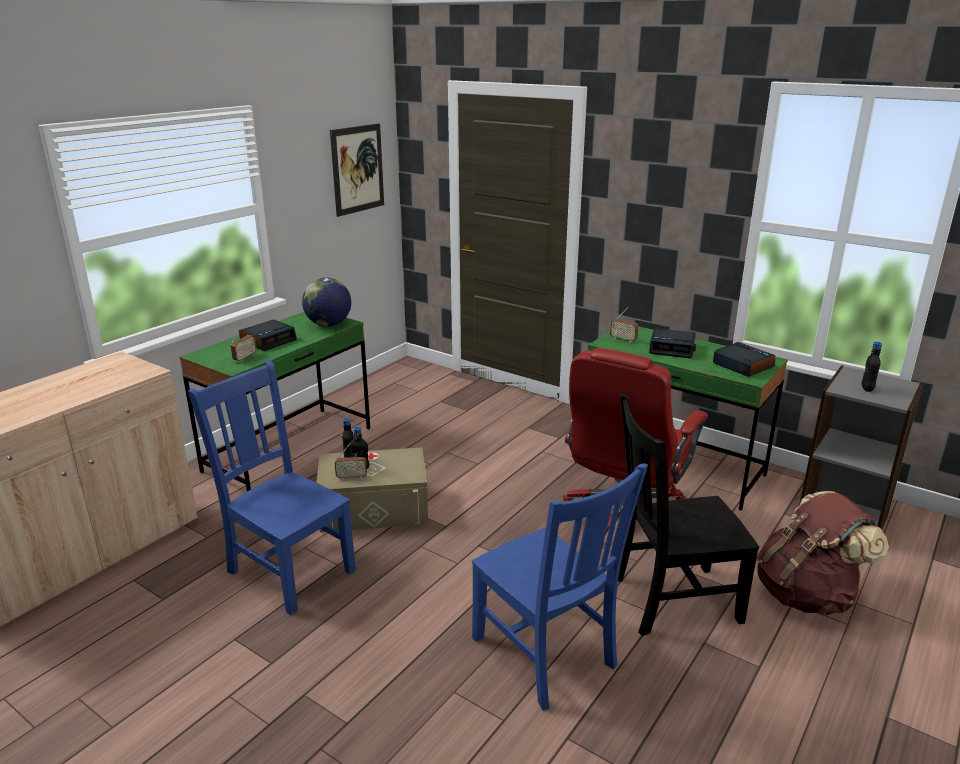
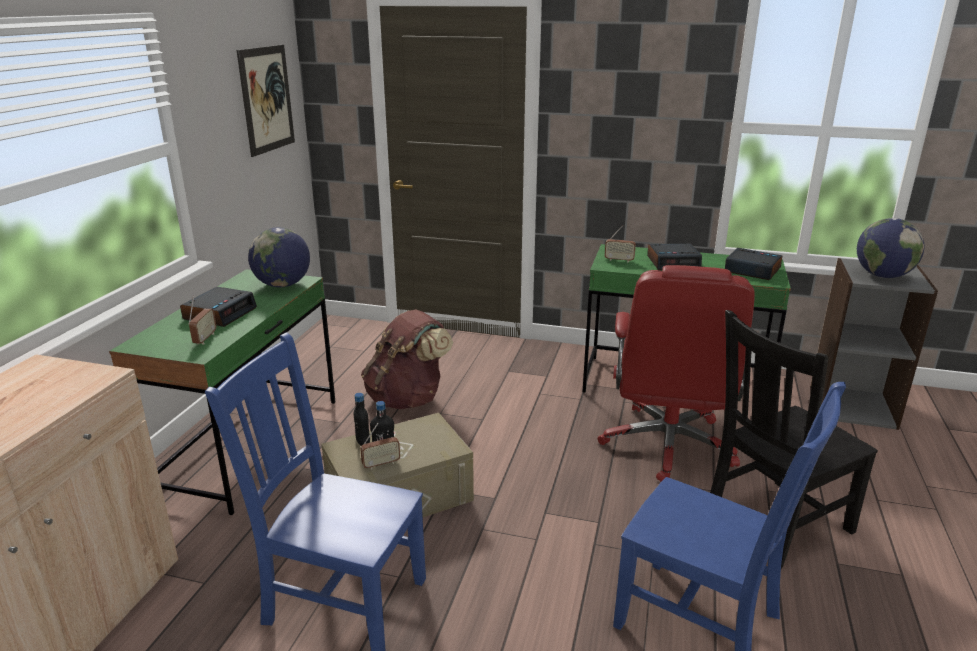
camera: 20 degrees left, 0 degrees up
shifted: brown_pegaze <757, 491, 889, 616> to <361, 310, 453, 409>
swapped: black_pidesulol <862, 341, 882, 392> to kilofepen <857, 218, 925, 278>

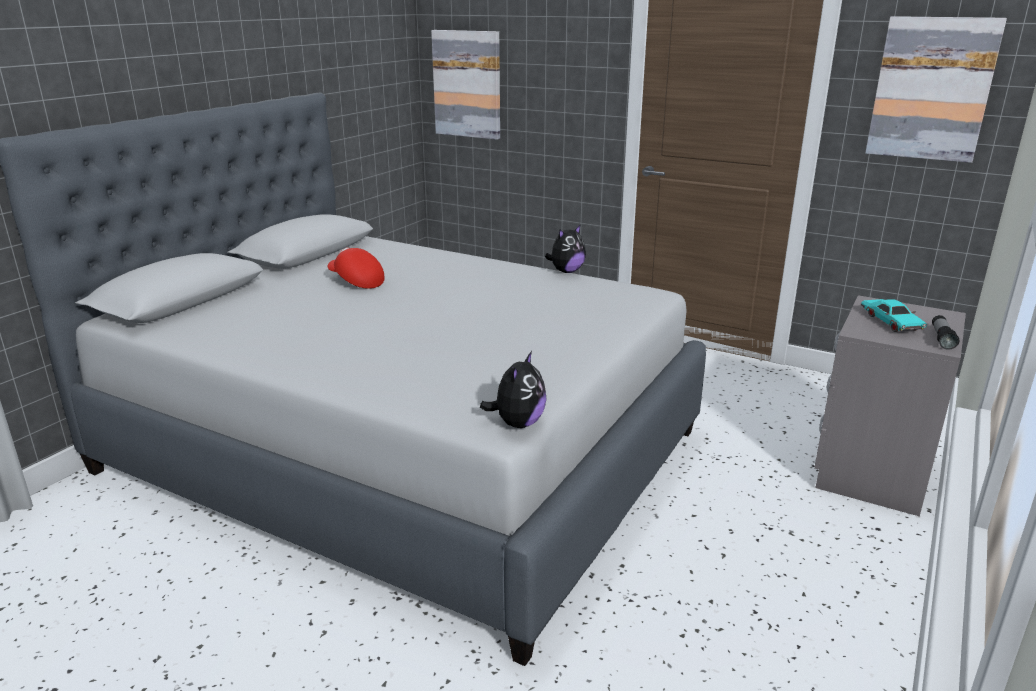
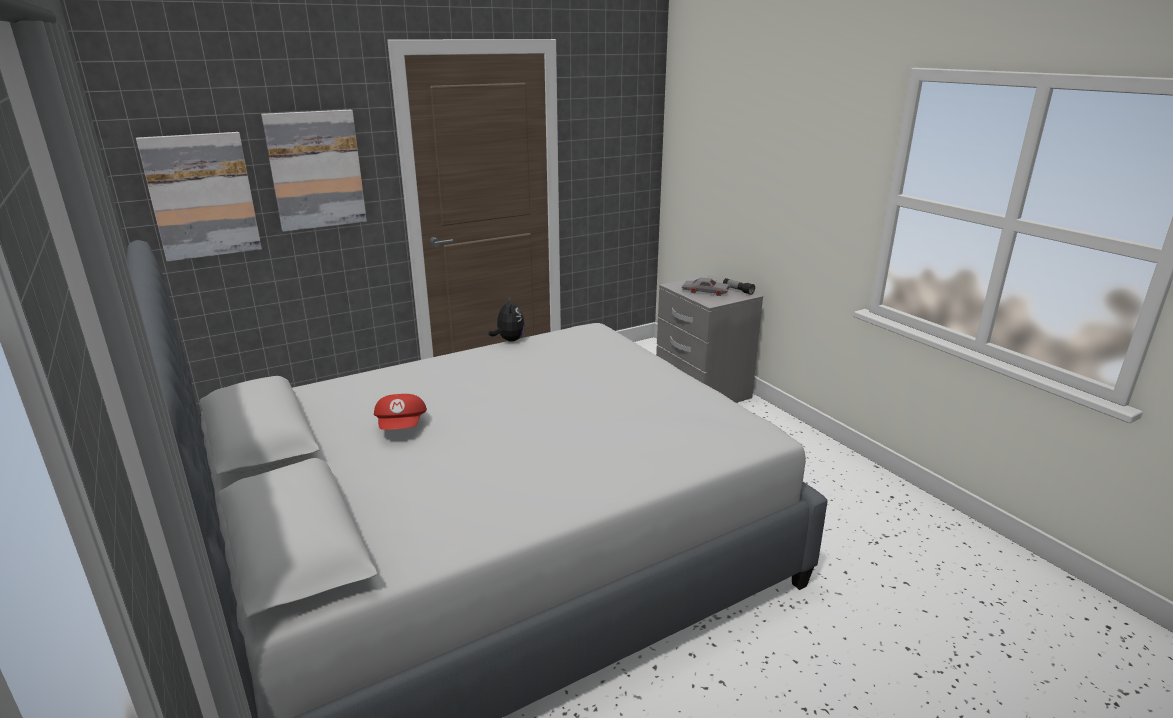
camera: 60 degrees left, 0 degrees up
gone: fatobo <480, 351, 547, 428>
shifted: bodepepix <865, 16, 1007, 163> to <261, 110, 367, 232>
repainted: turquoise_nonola <861, 299, 927, 332> to grey_nonola <682, 278, 730, 296>
rotated: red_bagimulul <328, 248, 385, 289> = <374, 394, 427, 430> 75 degrees counterclockwise

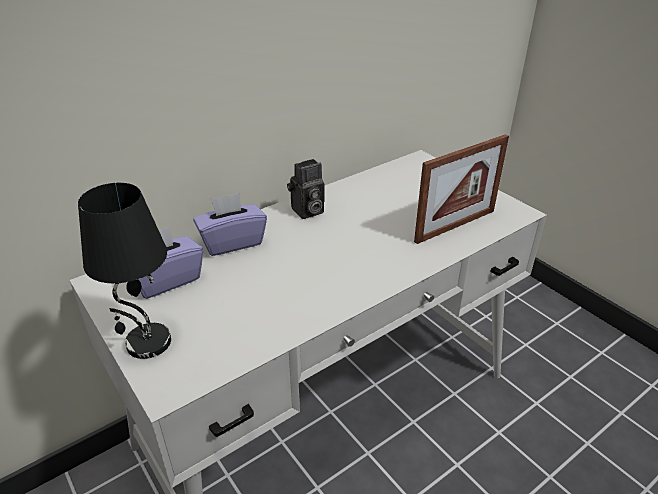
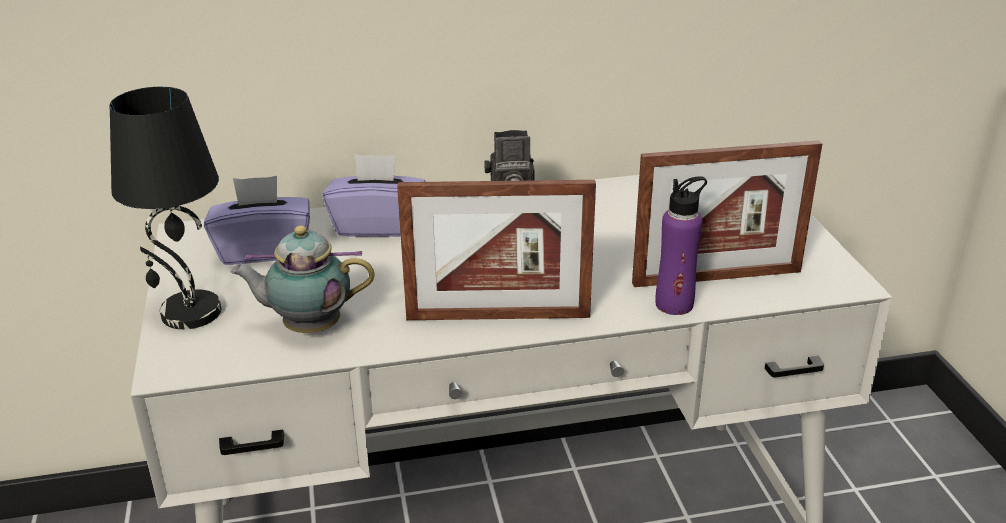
camera: 25 degrees right, 5 degrees down
new: purple_pidesulol <656, 176, 707, 315>; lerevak <397, 180, 596, 320>; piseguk <231, 225, 375, 333>

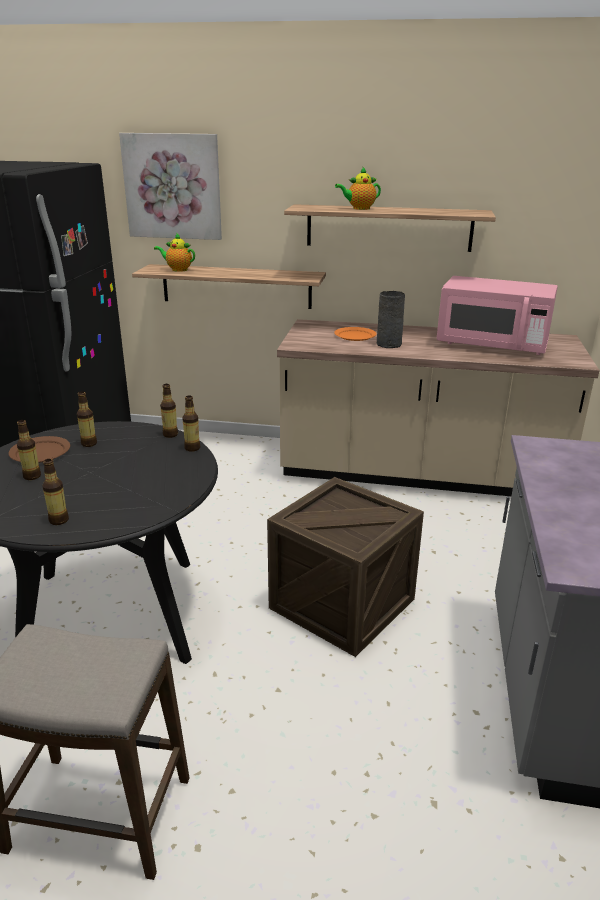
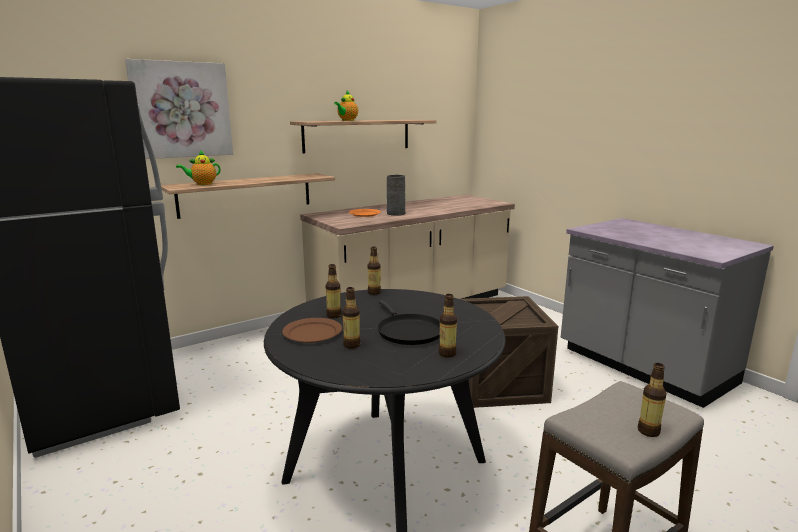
camera: 45 degrees left, 10 degrees down
gone: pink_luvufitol <437, 276, 558, 355>
new: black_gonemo <378, 300, 440, 345>
shifted: pidesulol <182, 395, 200, 452> to <638, 363, 667, 437>

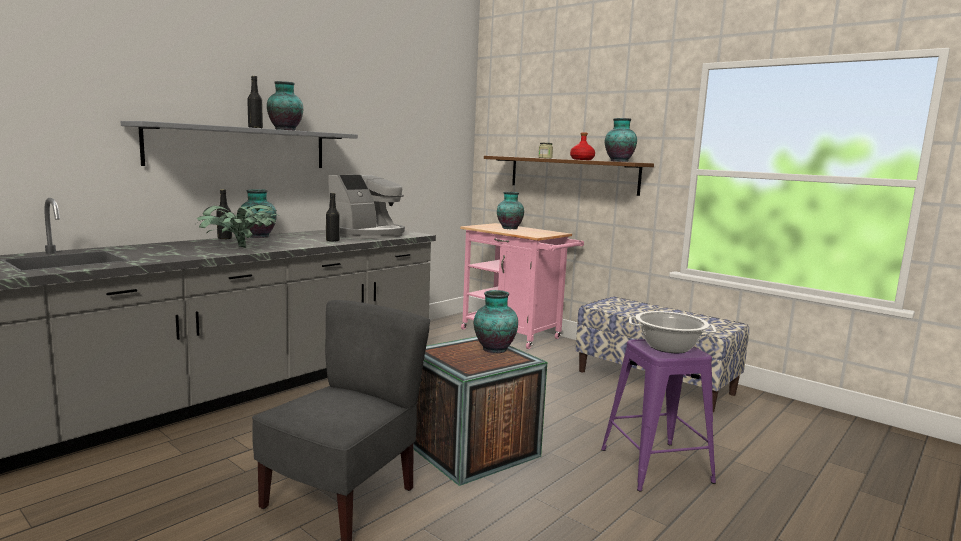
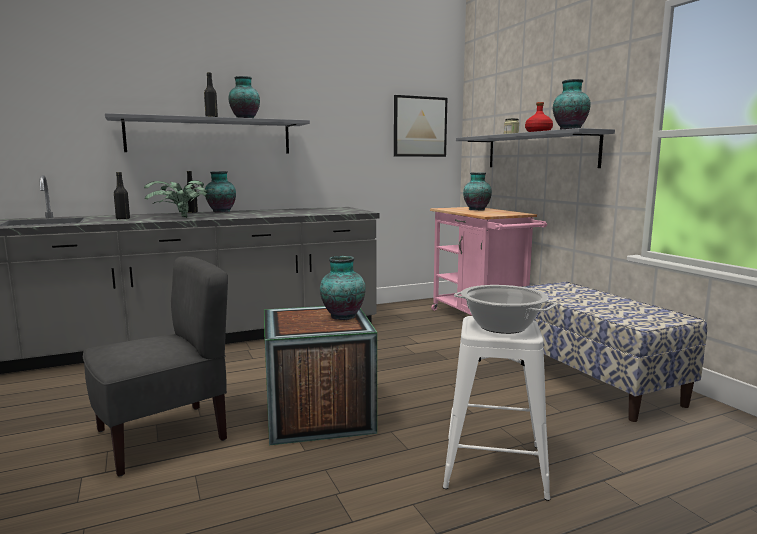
camera: 25 degrees right, 0 degrees up
gone: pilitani <328, 175, 405, 239>
new: bodepepix <394, 95, 447, 157>
shifted: black_pidesulol <326, 193, 340, 241> to <114, 172, 130, 219>
repainted: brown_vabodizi <484, 156, 654, 196> to grey_vabodizi <456, 128, 615, 168>; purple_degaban <601, 339, 716, 491> to white_degaban <443, 316, 550, 501>

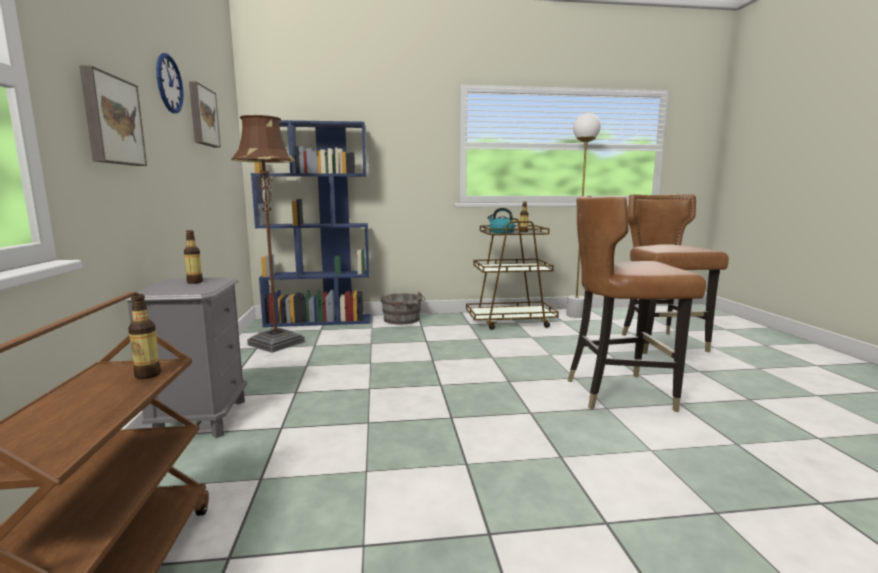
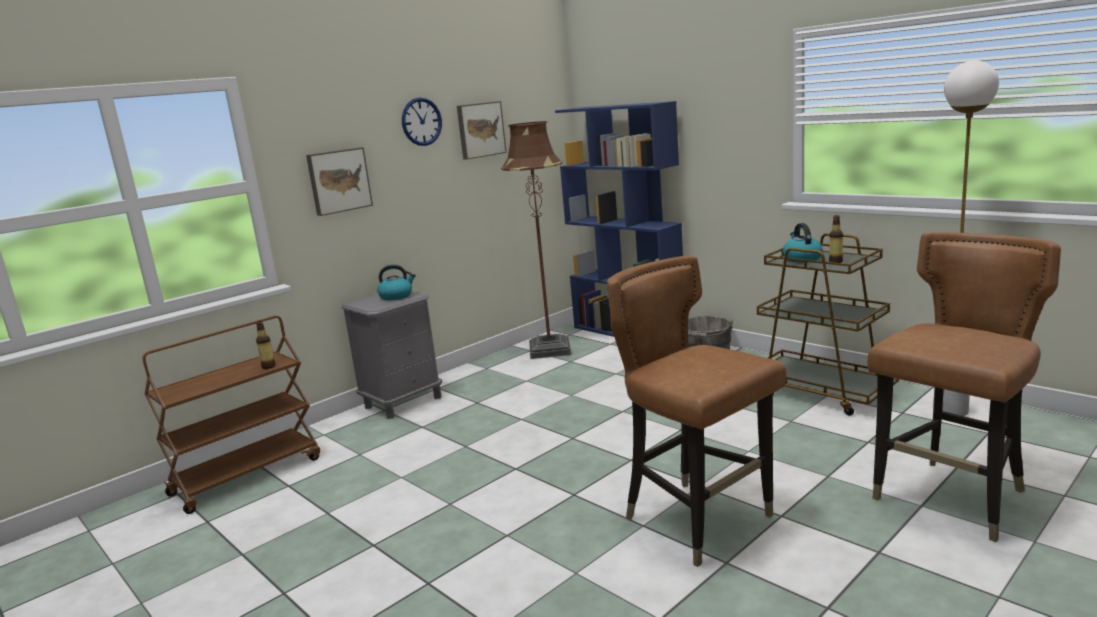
camera: 55 degrees right, 5 degrees up
swapped: pidesulol <184, 230, 203, 284> to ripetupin <377, 264, 416, 300>

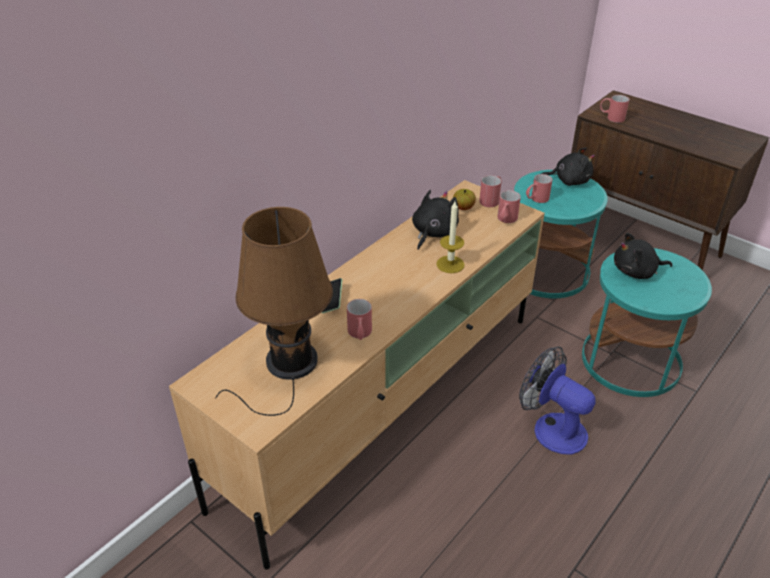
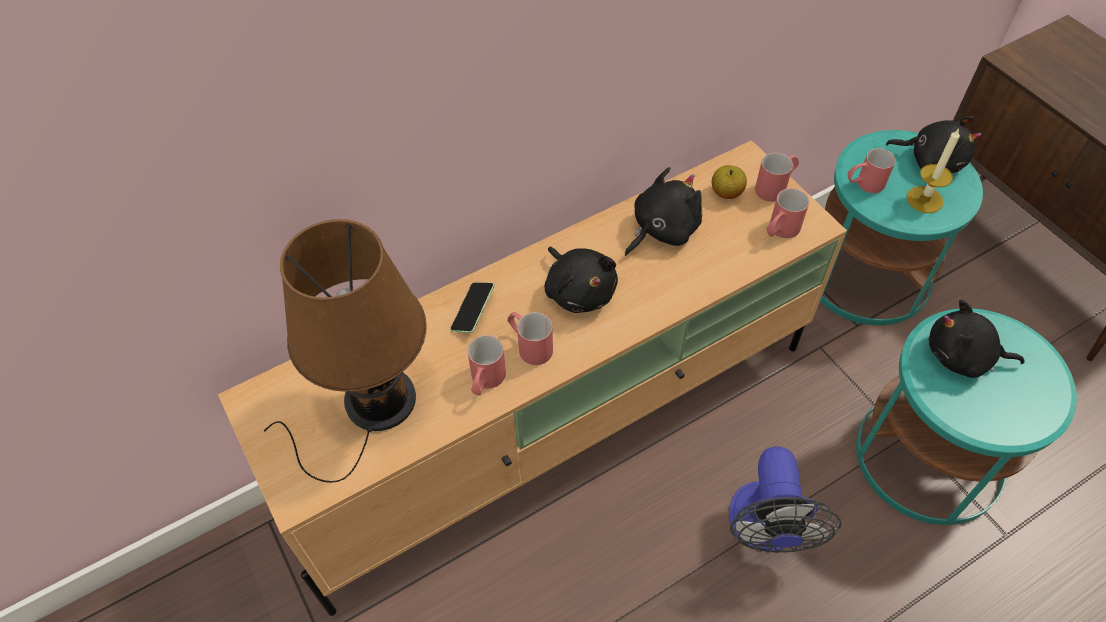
camera: 20 degrees right, 15 degrees up
new: black_fatobo <545, 247, 618, 313>
shifted: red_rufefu <600, 95, 630, 123> to <507, 312, 553, 365>; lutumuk <436, 201, 465, 273> to <906, 128, 960, 213>
rotated: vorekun <519, 347, 595, 455> = <729, 446, 842, 553> 150 degrees counterclockwise

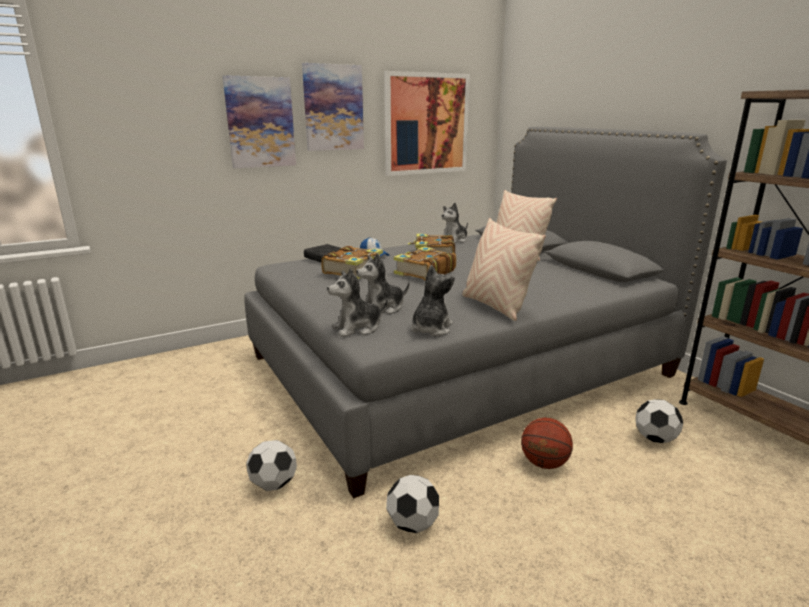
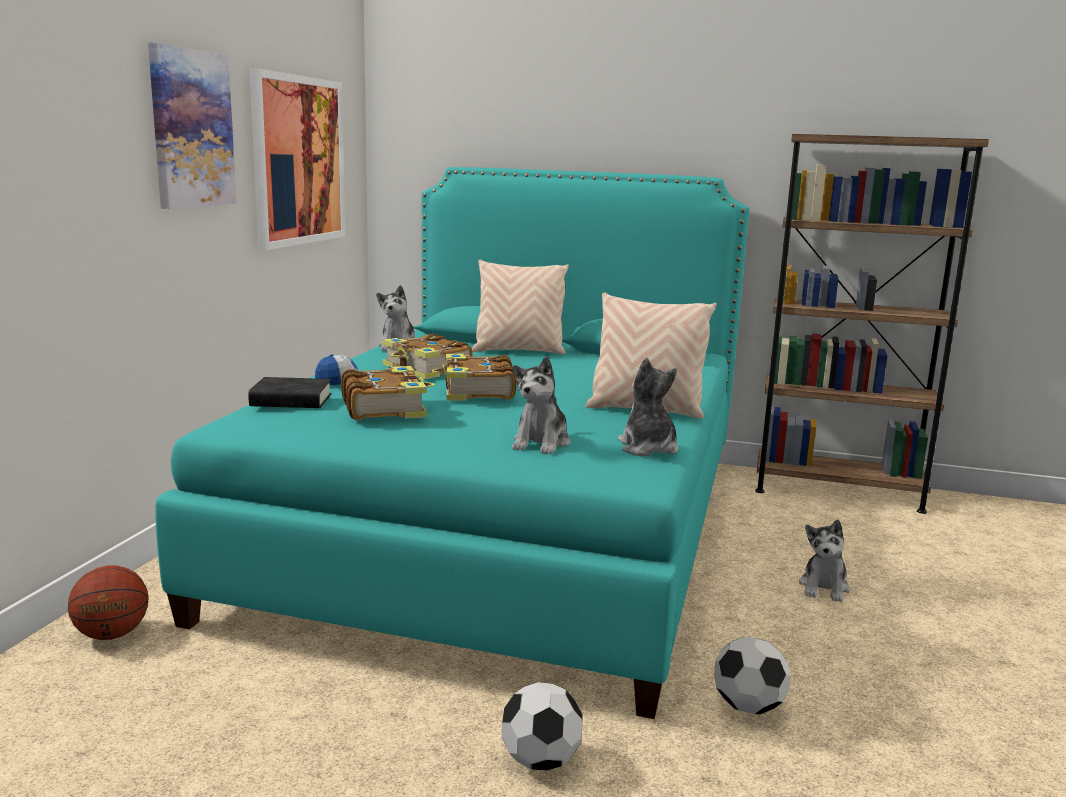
camera: 45 degrees left, 5 degrees down
gone: bodepepix <223, 75, 296, 169>; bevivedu <635, 399, 683, 443>
shifted: fatobo <327, 268, 388, 337> to <799, 520, 850, 602>; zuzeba <521, 418, 573, 469> to <68, 566, 149, 640>
repainted: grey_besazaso <244, 127, 727, 499> to turquoise_besazaso <155, 167, 750, 719>

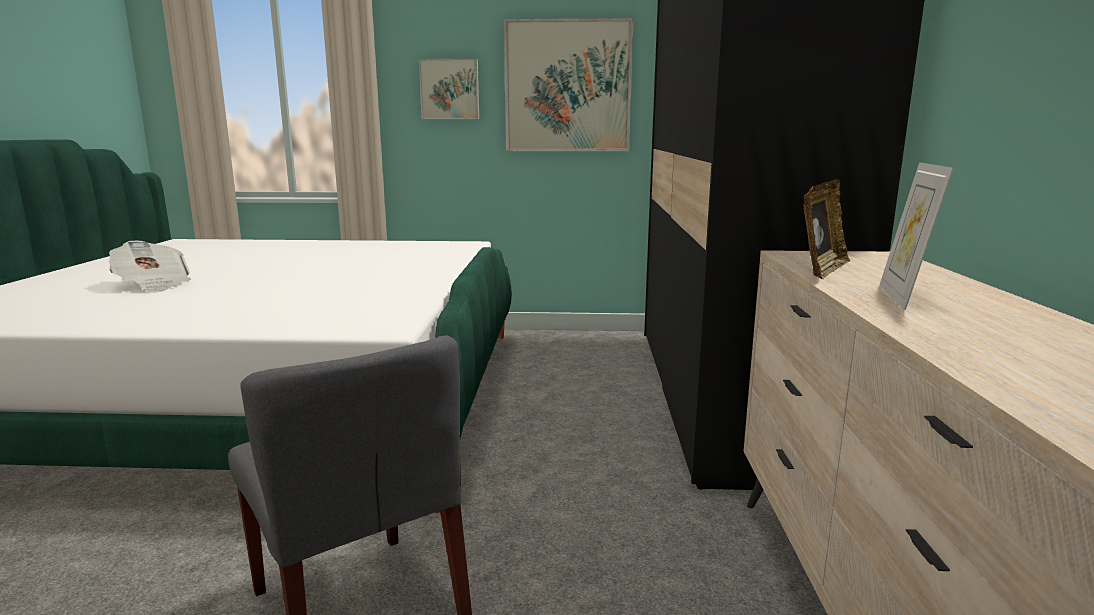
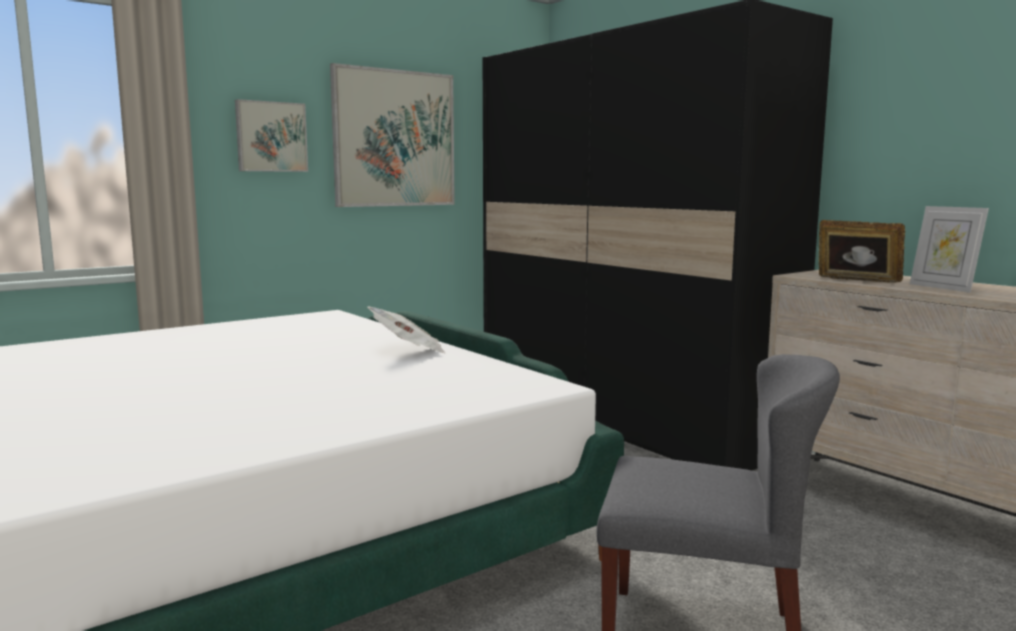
camera: 40 degrees left, 5 degrees down
shifted: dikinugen <109, 240, 191, 293> to <367, 306, 446, 353>
rotated: lerevak <804, 179, 850, 280> = <819, 220, 905, 283> 45 degrees counterclockwise

